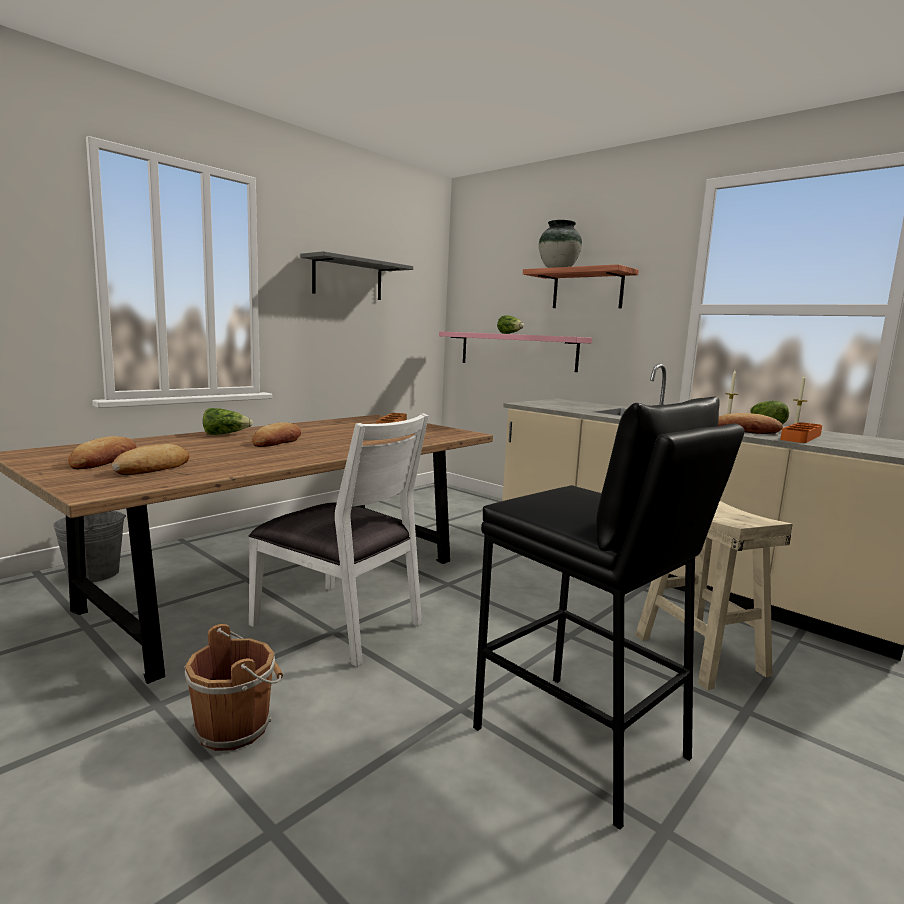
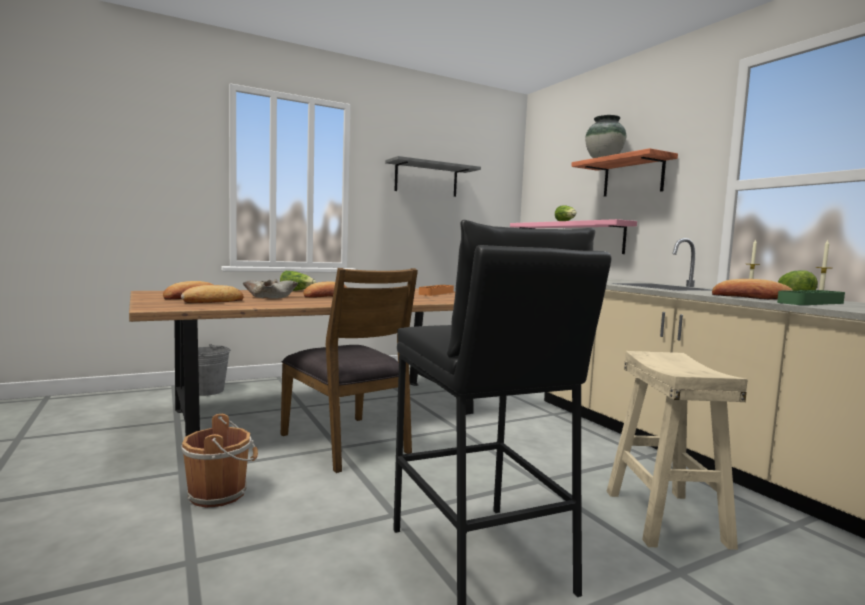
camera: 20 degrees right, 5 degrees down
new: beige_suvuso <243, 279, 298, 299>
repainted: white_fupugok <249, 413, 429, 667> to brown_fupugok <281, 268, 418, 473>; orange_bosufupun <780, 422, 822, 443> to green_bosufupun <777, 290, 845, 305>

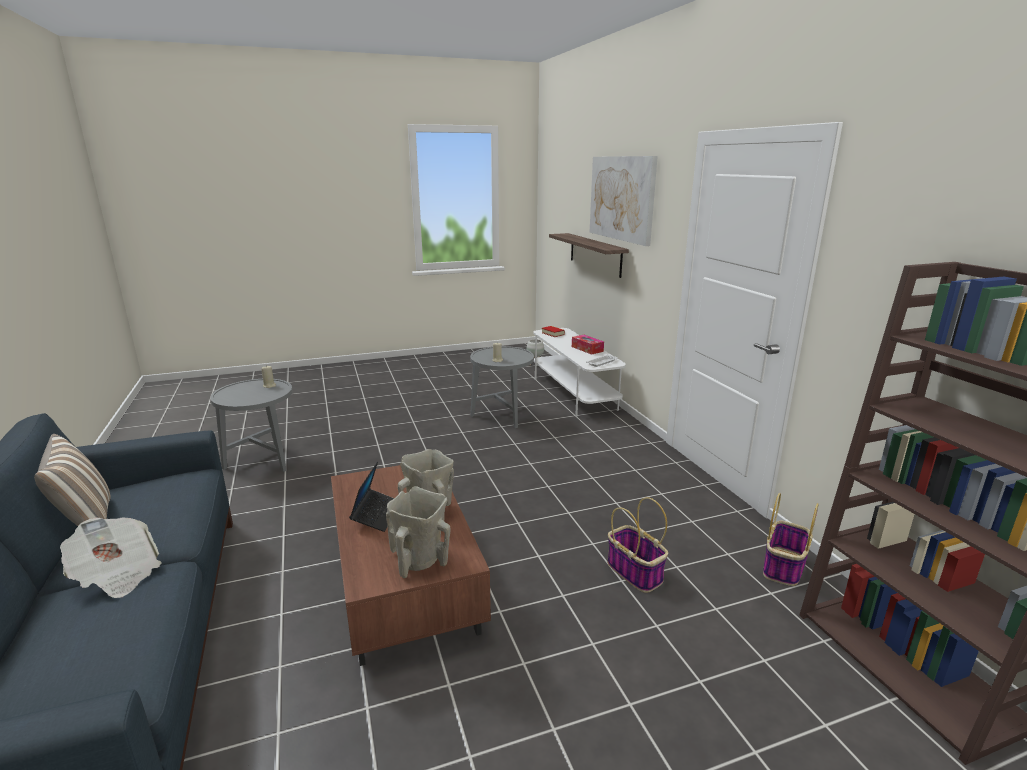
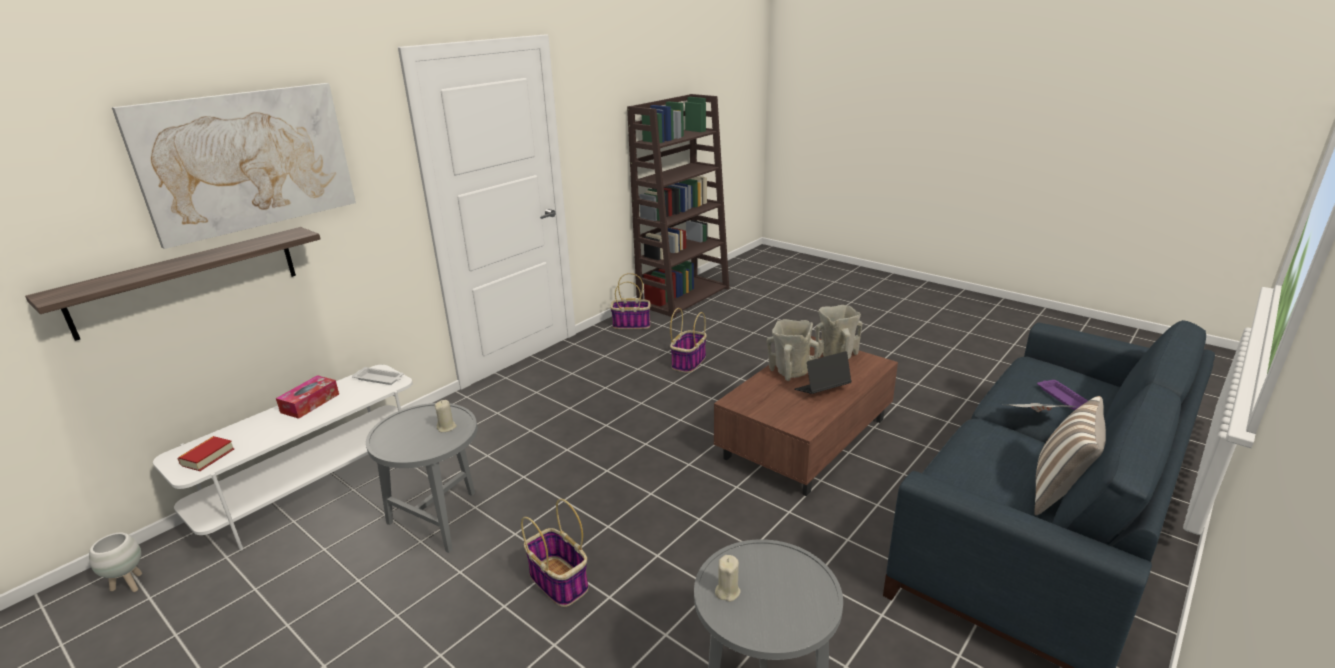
camera: 120 degrees left, 5 degrees up
new: purple_bosufupun <1037, 380, 1088, 410>; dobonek <521, 499, 588, 607>

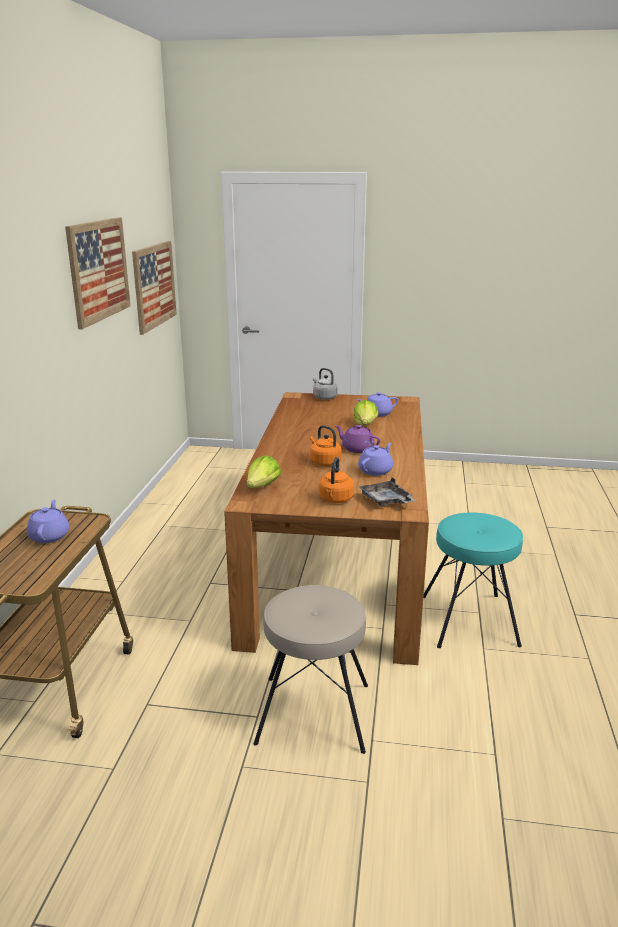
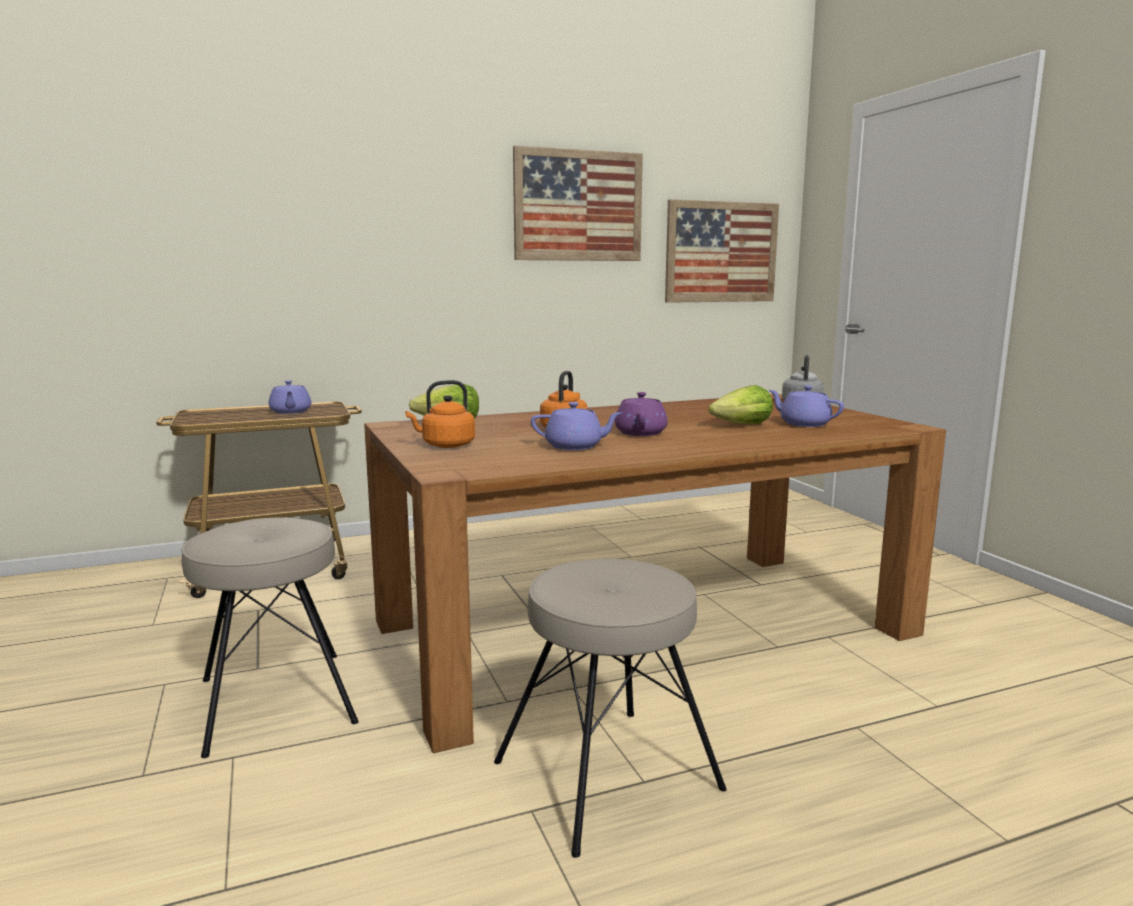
camera: 60 degrees right, 10 degrees down
gone: grey_bosufupun <359, 478, 416, 507>
repainted: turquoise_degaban <423, 512, 523, 648> to beige_degaban <494, 559, 727, 858>
rotated: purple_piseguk <27, 499, 69, 543> = <269, 380, 311, 414> 105 degrees clockwise

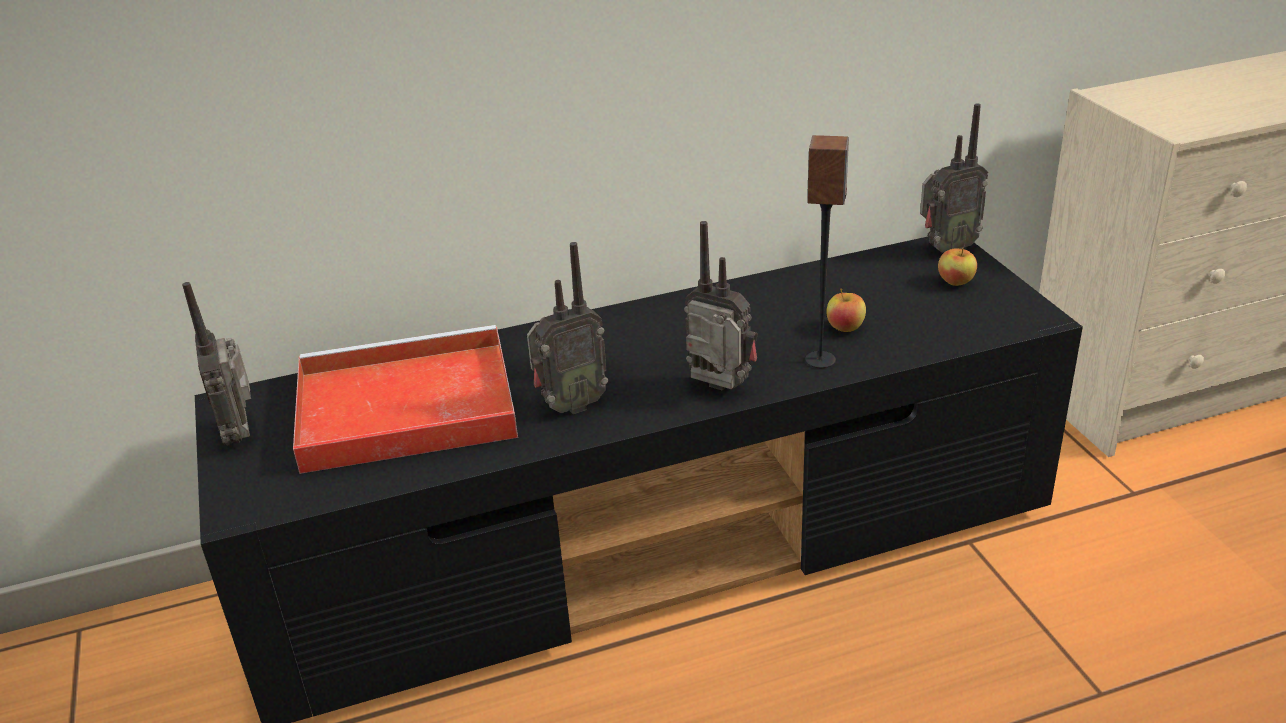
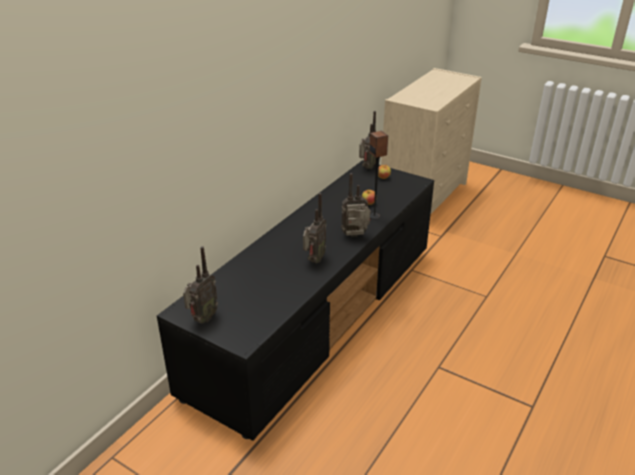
camera: 40 degrees left, 0 degrees up
gone: red_bosufupun <293, 325, 518, 474>
rotated: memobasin <182, 282, 251, 446> = <183, 246, 218, 324> 90 degrees counterclockwise

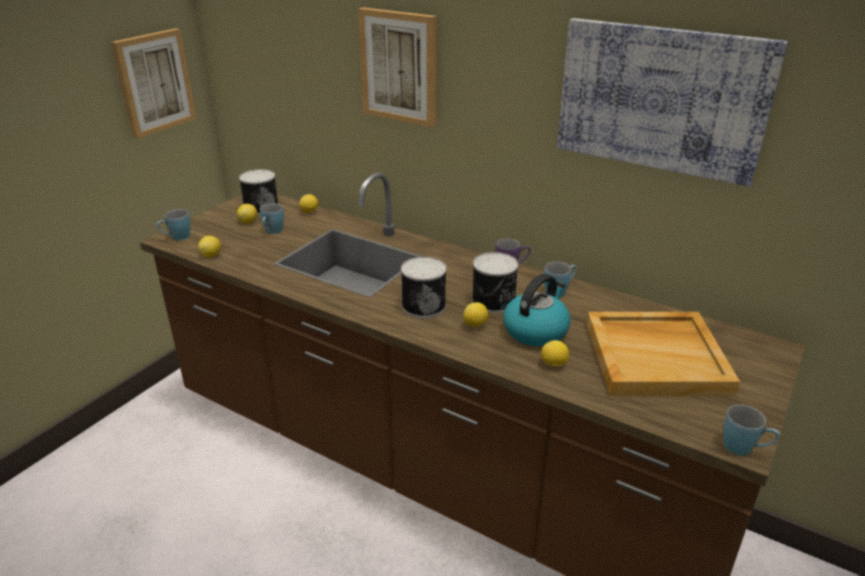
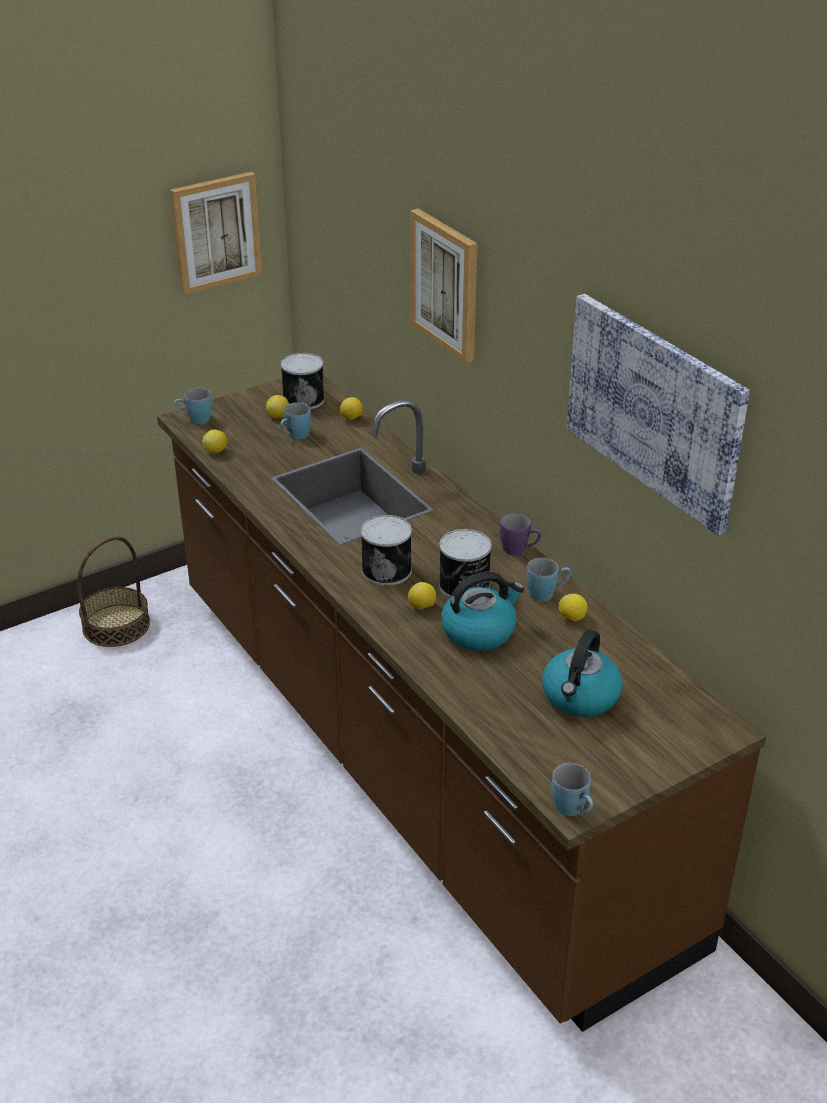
camera: 25 degrees right, 5 degrees up
new: dobonek <77, 536, 150, 647>
shifted: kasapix <541, 340, 569, 366> to <558, 594, 587, 622>
swapped: beige_bosufupun <586, 312, 740, 396> to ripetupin <542, 629, 623, 717>

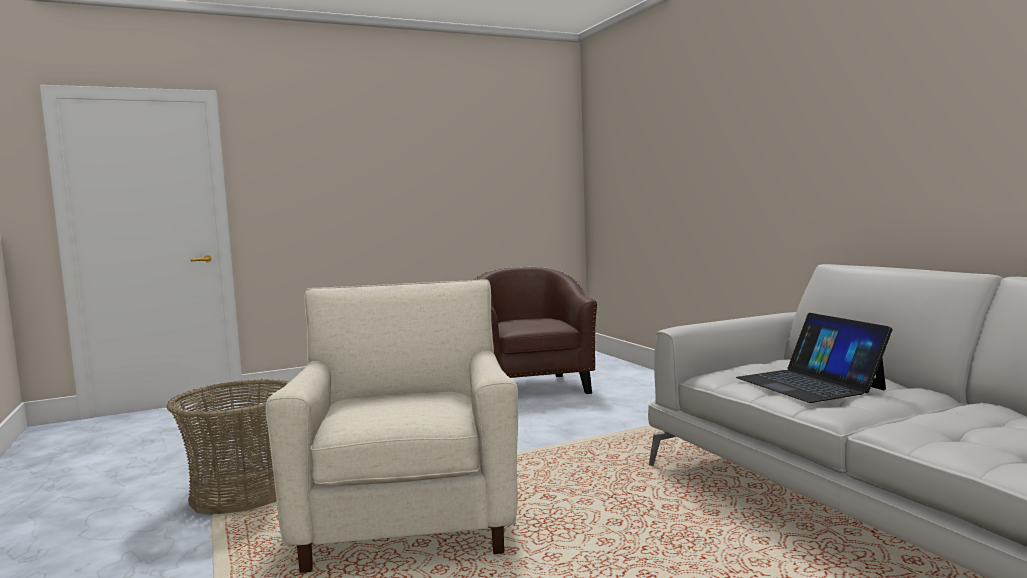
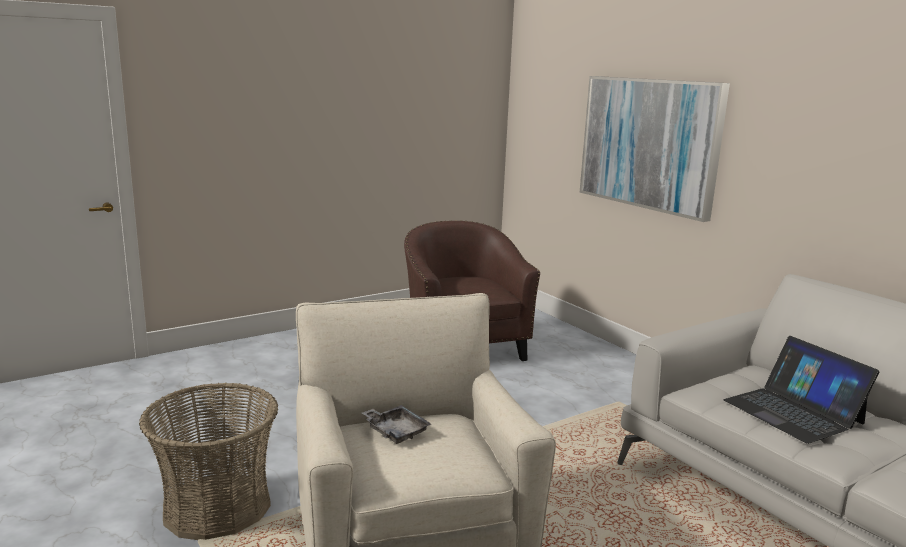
camera: 10 degrees left, 10 degrees up
new: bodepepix <580, 76, 730, 222>; grey_bosufupun <362, 405, 431, 444>

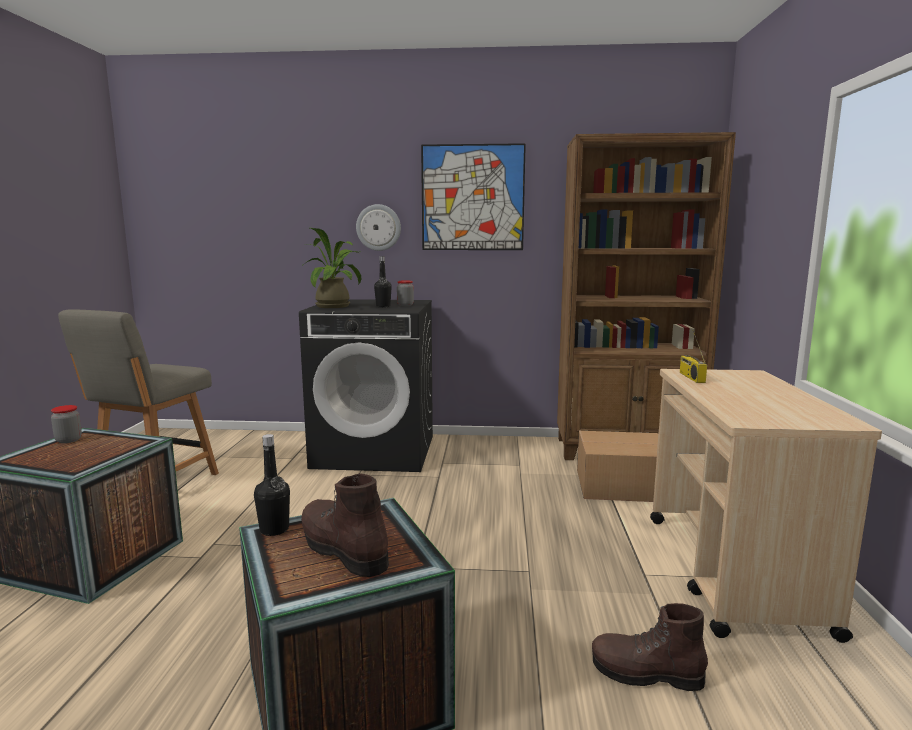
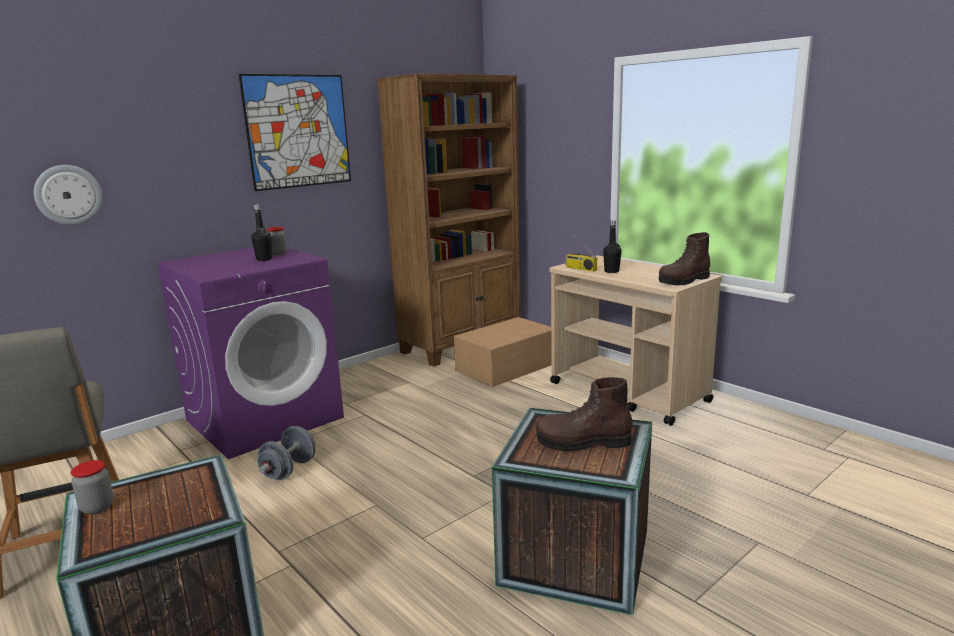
camera: 45 degrees left, 5 degrees up
gone: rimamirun <303, 228, 361, 308>
new: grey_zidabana <257, 426, 315, 480>
shifted: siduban <356, 204, 401, 251> to <34, 165, 103, 225>; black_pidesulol <254, 434, 290, 536> to <603, 220, 622, 273>; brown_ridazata <592, 603, 708, 691> to <659, 232, 710, 285>
repainted: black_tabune <299, 299, 433, 472> to purple_tabune <156, 247, 344, 459>

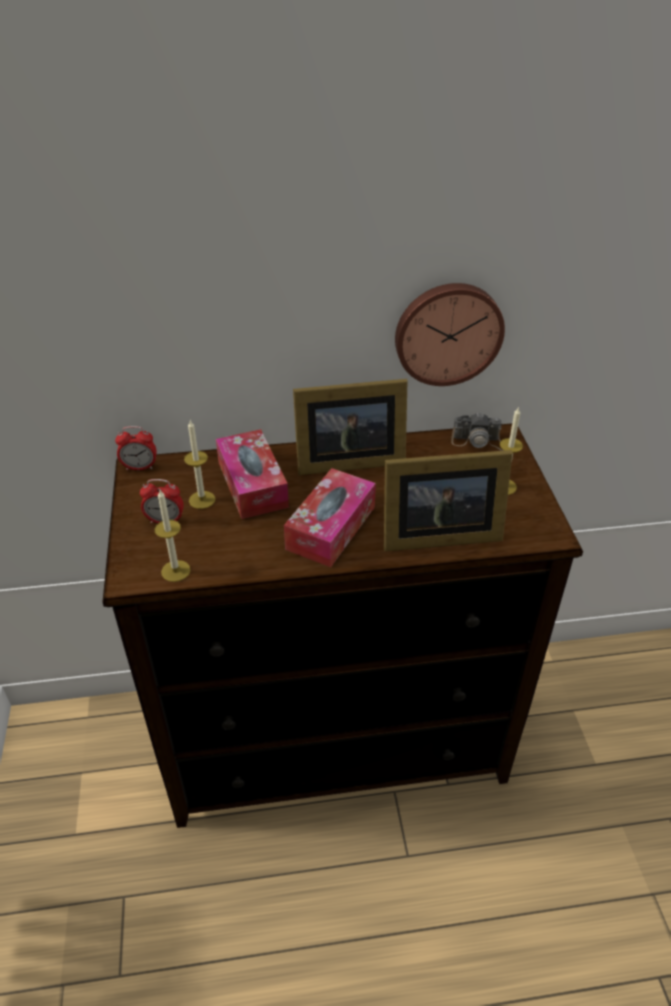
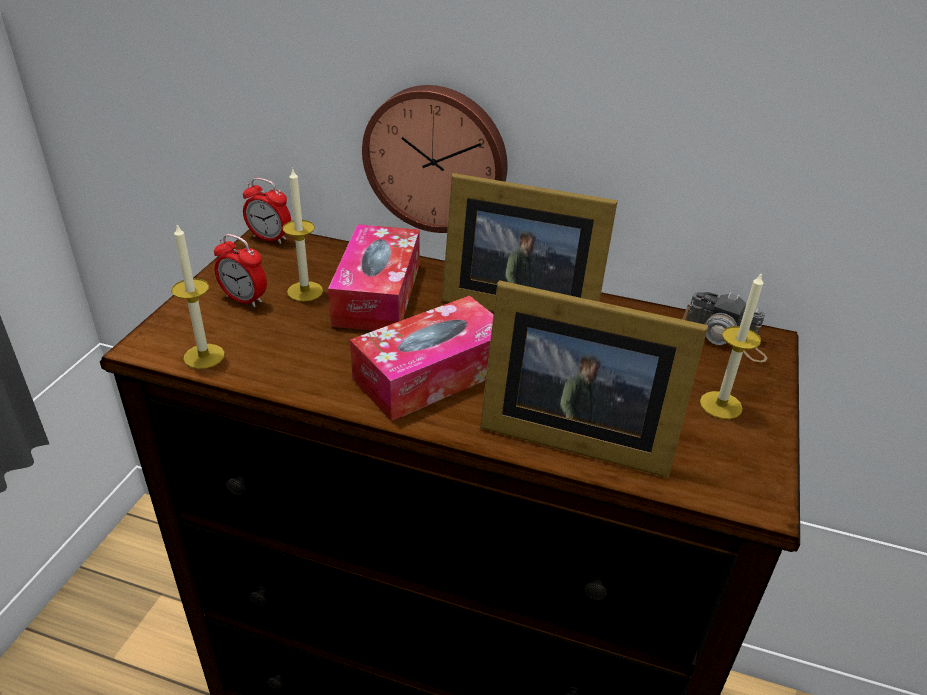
camera: 25 degrees right, 5 degrees down
shifted: siduban <395, 283, 505, 386> to <362, 85, 507, 233>

